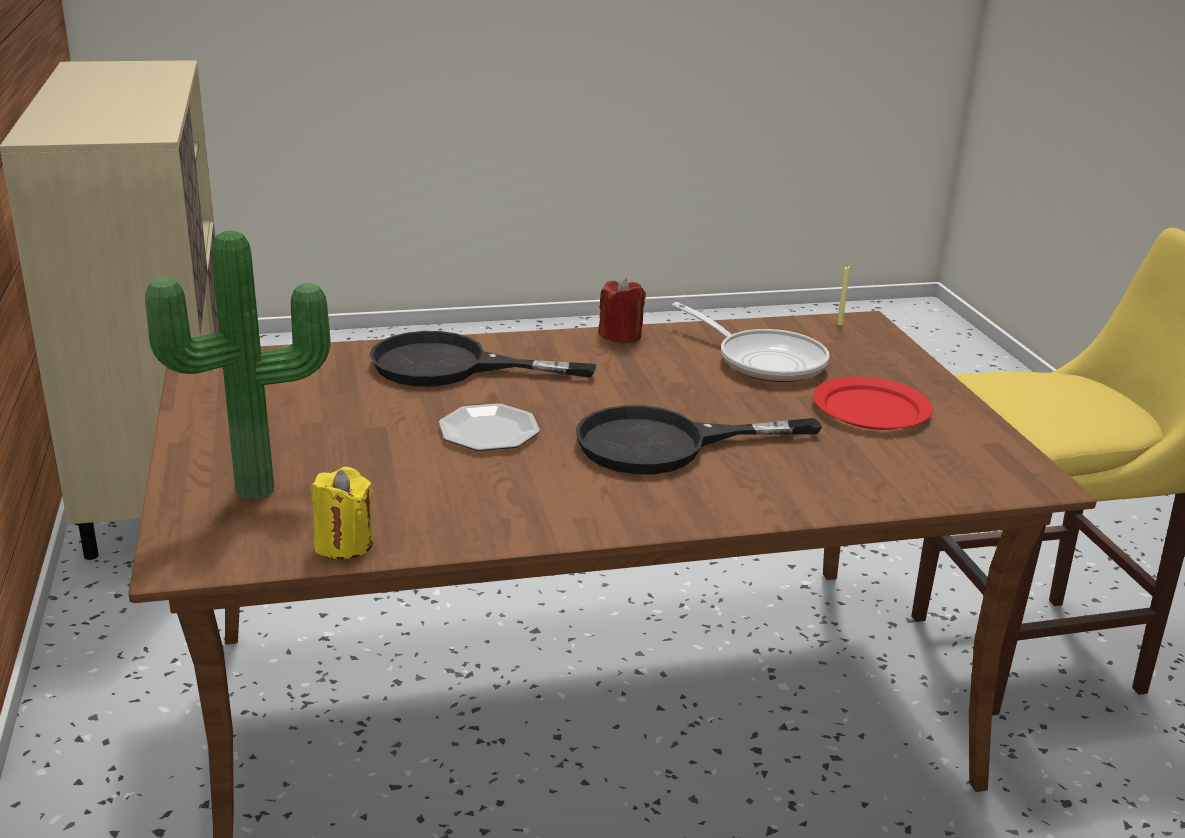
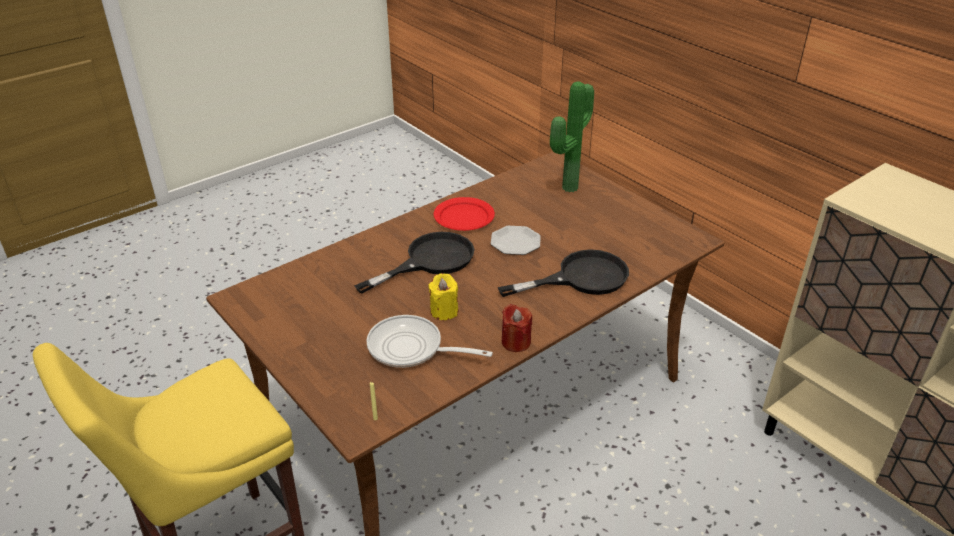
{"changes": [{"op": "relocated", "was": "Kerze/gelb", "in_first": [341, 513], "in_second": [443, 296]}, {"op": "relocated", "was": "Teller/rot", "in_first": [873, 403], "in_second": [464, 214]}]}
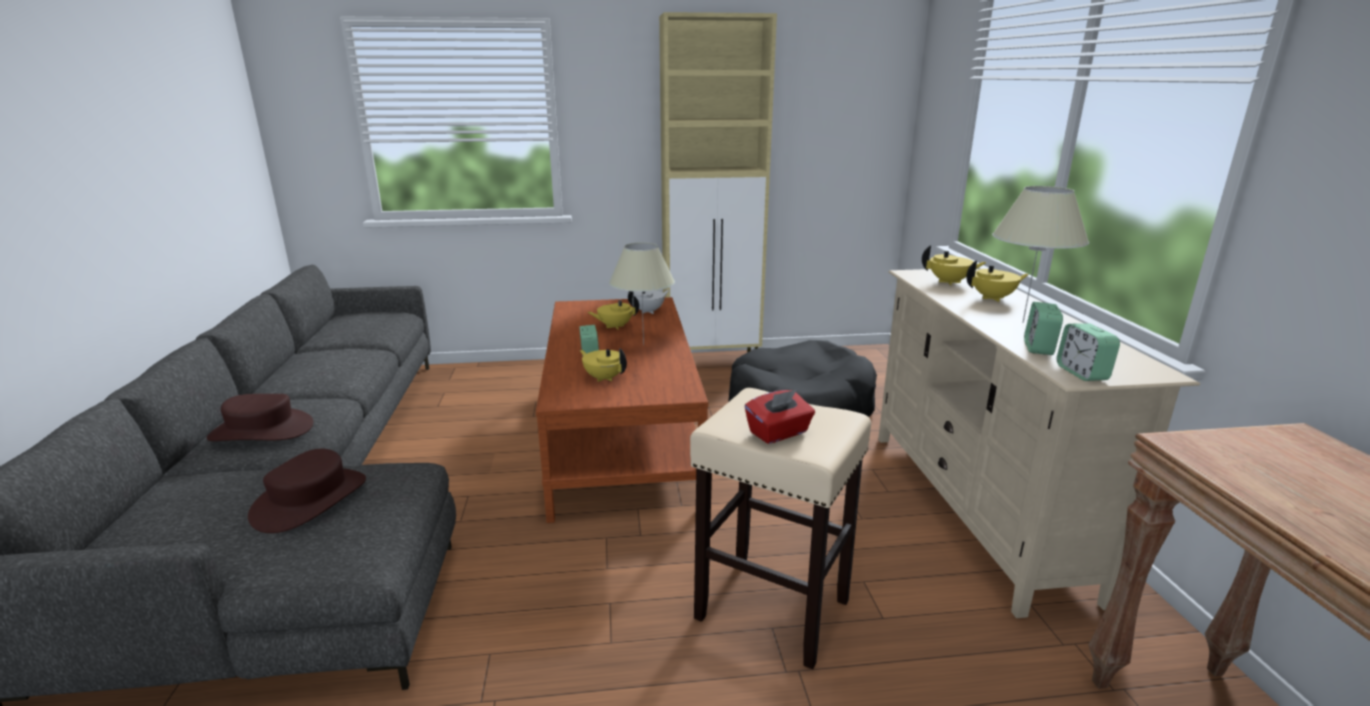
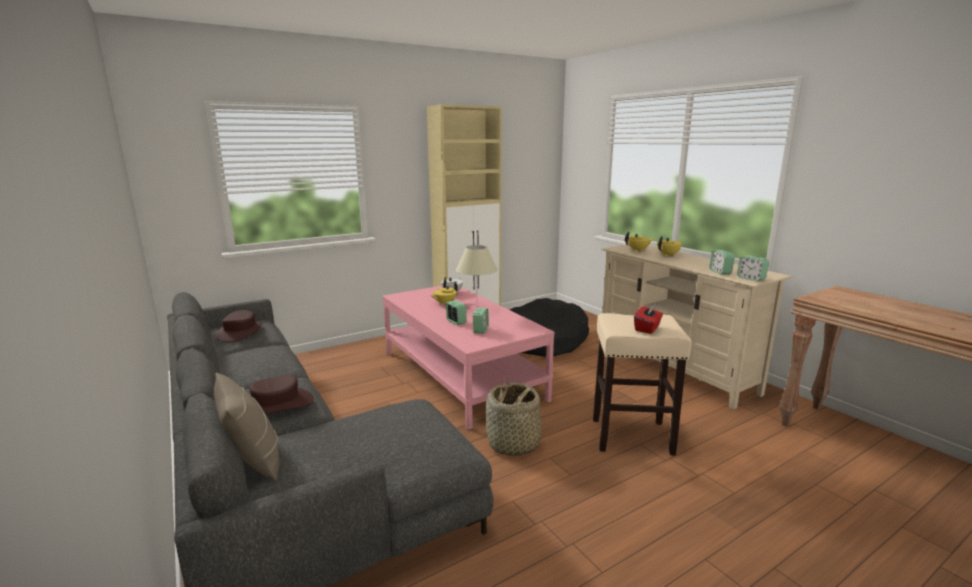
{"changes": [{"op": "missing", "was": "Tischlampe/beige", "in_first": [1040, 254]}, {"op": "appeared", "now": "Kissen/beige", "in_second": [246, 426]}, {"op": "appeared", "now": "Korb", "in_second": [513, 418]}, {"op": "relocated", "was": "Hut/braun", "in_first": [307, 491], "in_second": [239, 326]}, {"op": "exchanged", "was": "Teekanne/gelb", "now": "Wecker", "in_first": [603, 365], "in_second": [481, 321]}, {"op": "colour", "was": "Couchtisch/braun", "now": "Couchtisch/rosa", "in_first": [622, 410], "in_second": [469, 358]}]}
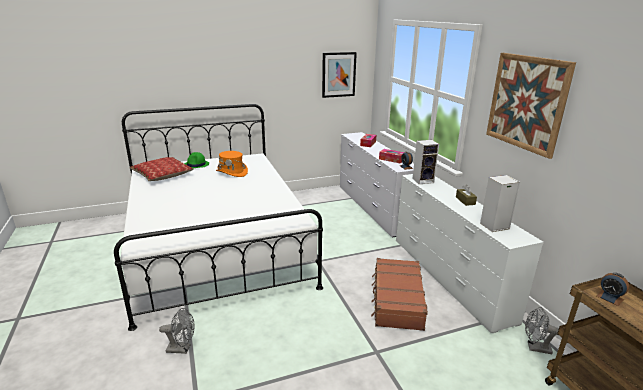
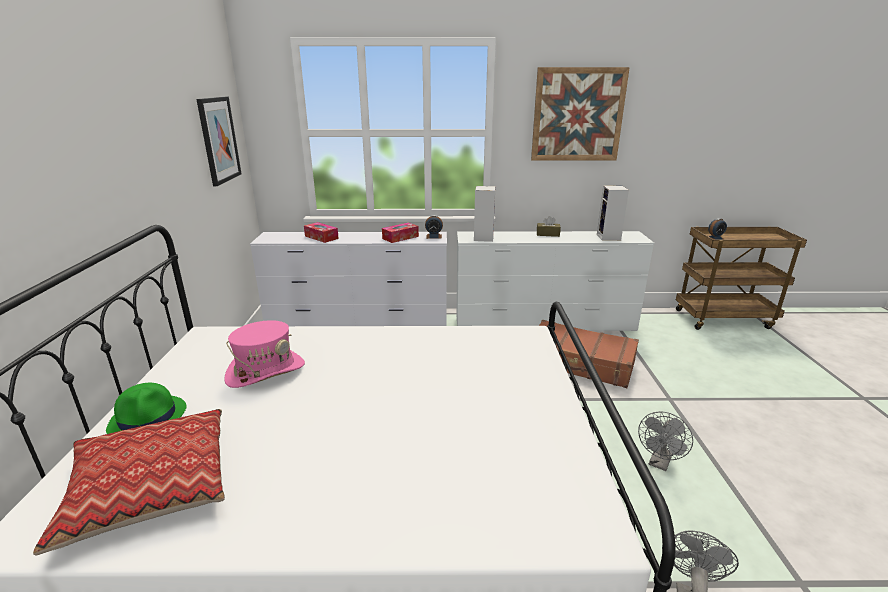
{"changes": [{"op": "relocated", "was": "Ventilator/grau", "in_first": [542, 330], "in_second": [665, 441]}, {"op": "colour", "was": "Hut/orange", "now": "Hut/rosa", "in_first": [232, 164], "in_second": [264, 354]}]}
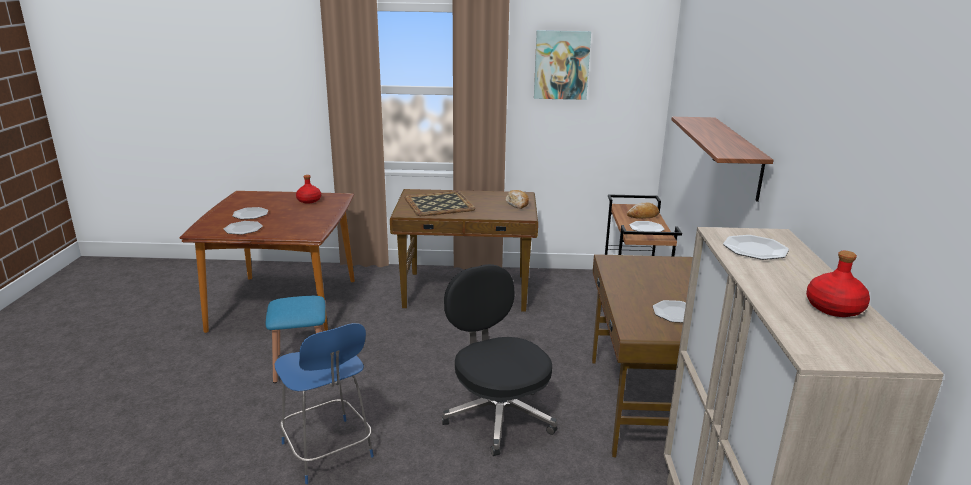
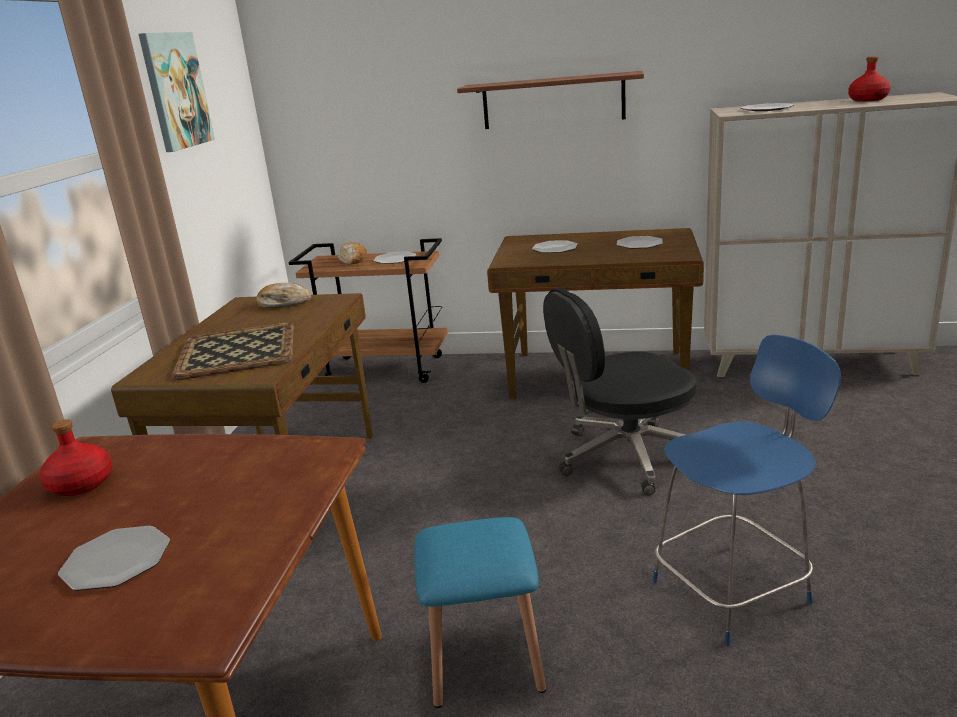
{"changes": [{"op": "relocated", "was": "Teller", "in_first": [243, 228], "in_second": [555, 246]}]}
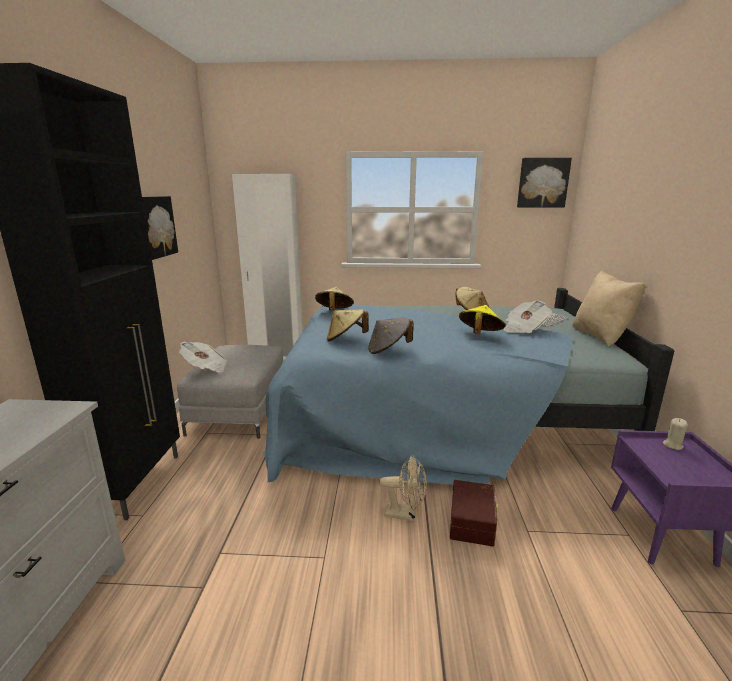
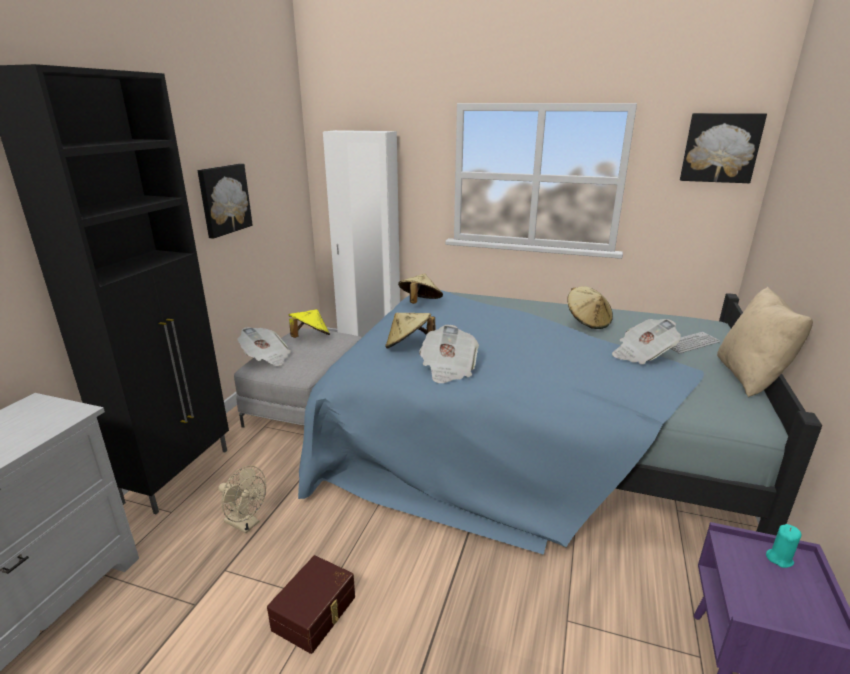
{"changes": [{"op": "relocated", "was": "Ventilator/beige", "in_first": [403, 488], "in_second": [242, 499]}, {"op": "relocated", "was": "Aufbewahrungsbox/braun", "in_first": [474, 513], "in_second": [311, 604]}, {"op": "relocated", "was": "Hut/gelb", "in_first": [482, 319], "in_second": [309, 323]}, {"op": "exchanged", "was": "Hut/grau", "now": "Zeitung", "in_first": [390, 335], "in_second": [449, 354]}, {"op": "colour", "was": "Kerze/beige", "now": "Kerze/türkis", "in_first": [675, 434], "in_second": [783, 546]}]}
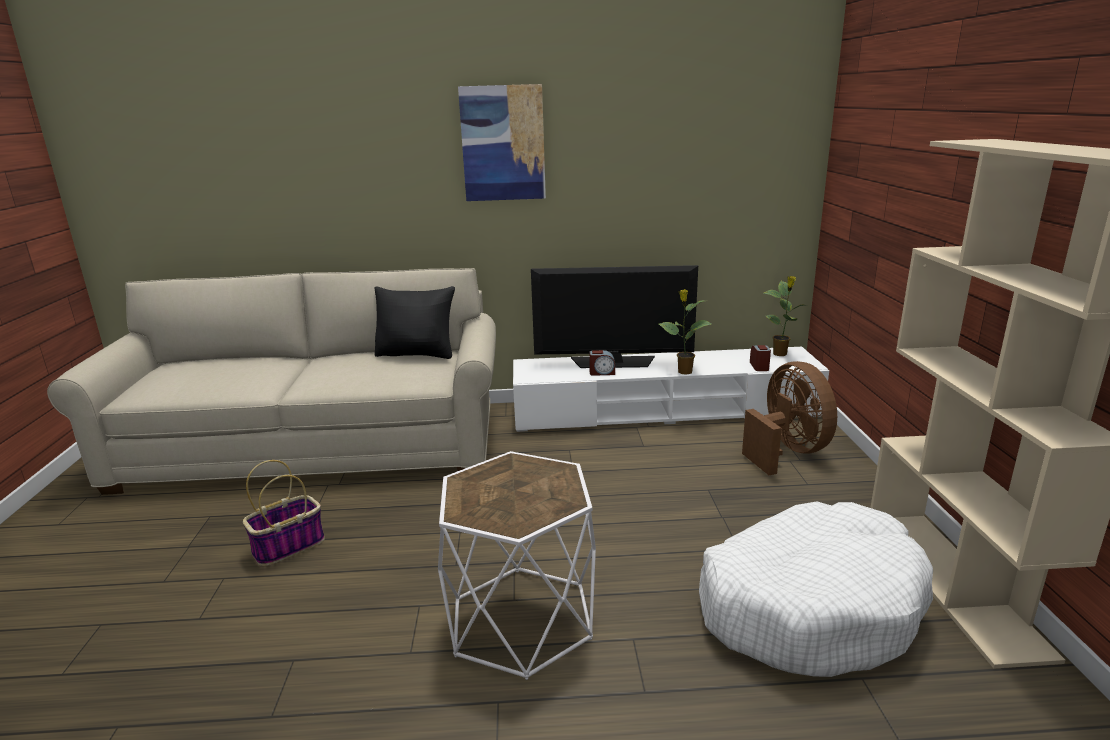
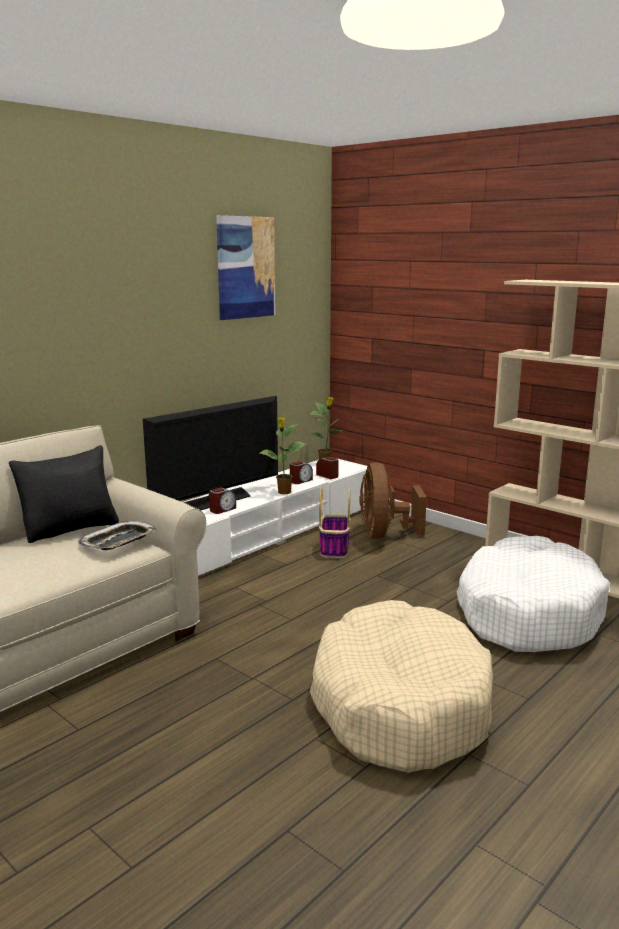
{"changes": [{"op": "appeared", "now": "Tablett", "in_second": [117, 535]}, {"op": "appeared", "now": "Wecker", "in_second": [301, 472]}, {"op": "relocated", "was": "Korb", "in_first": [284, 513], "in_second": [335, 523]}, {"op": "relocated", "was": "Bild", "in_first": [502, 142], "in_second": [245, 267]}, {"op": "exchanged", "was": "Beistelltisch/weiß", "now": "Hundebett/beige", "in_first": [517, 565], "in_second": [401, 686]}, {"op": "spun", "was": "Ventilator/braun", "in_first": [789, 418], "in_second": [393, 501], "clockwise": -120}]}
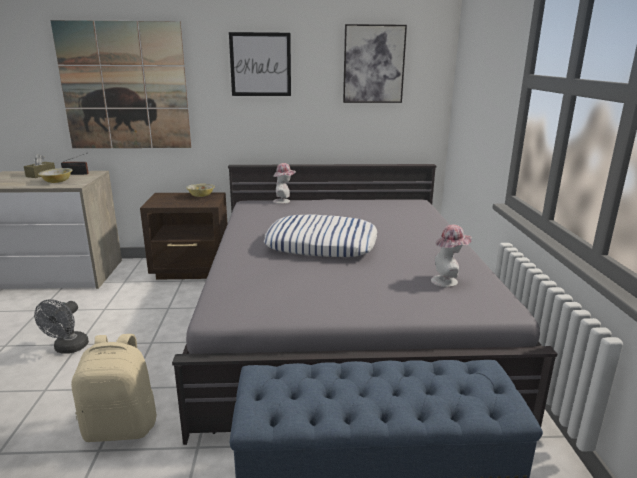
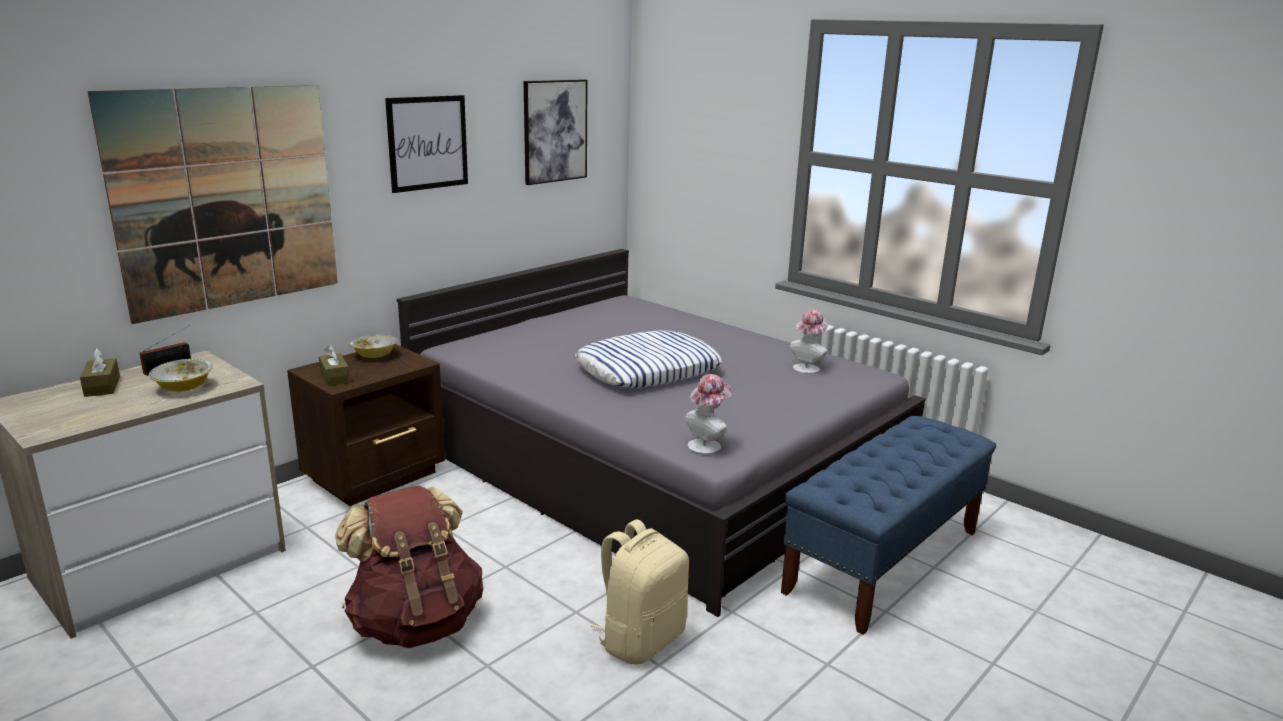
{"changes": [{"op": "appeared", "now": "Taschentuchbox/braun", "in_second": [334, 365]}, {"op": "relocated", "was": "Hut", "in_first": [284, 183], "in_second": [708, 414]}, {"op": "exchanged", "was": "Ventilator/grau", "now": "Rucksack/braun", "in_first": [61, 326], "in_second": [409, 567]}]}
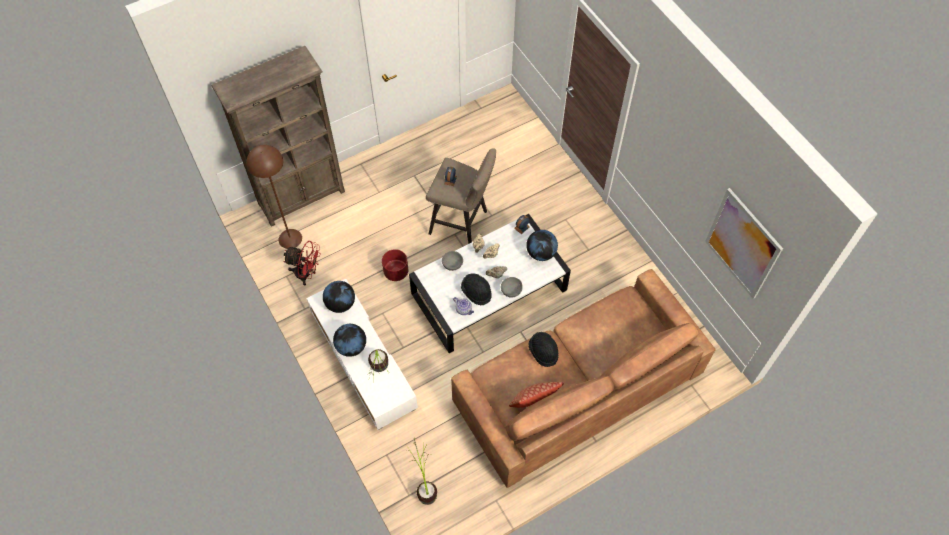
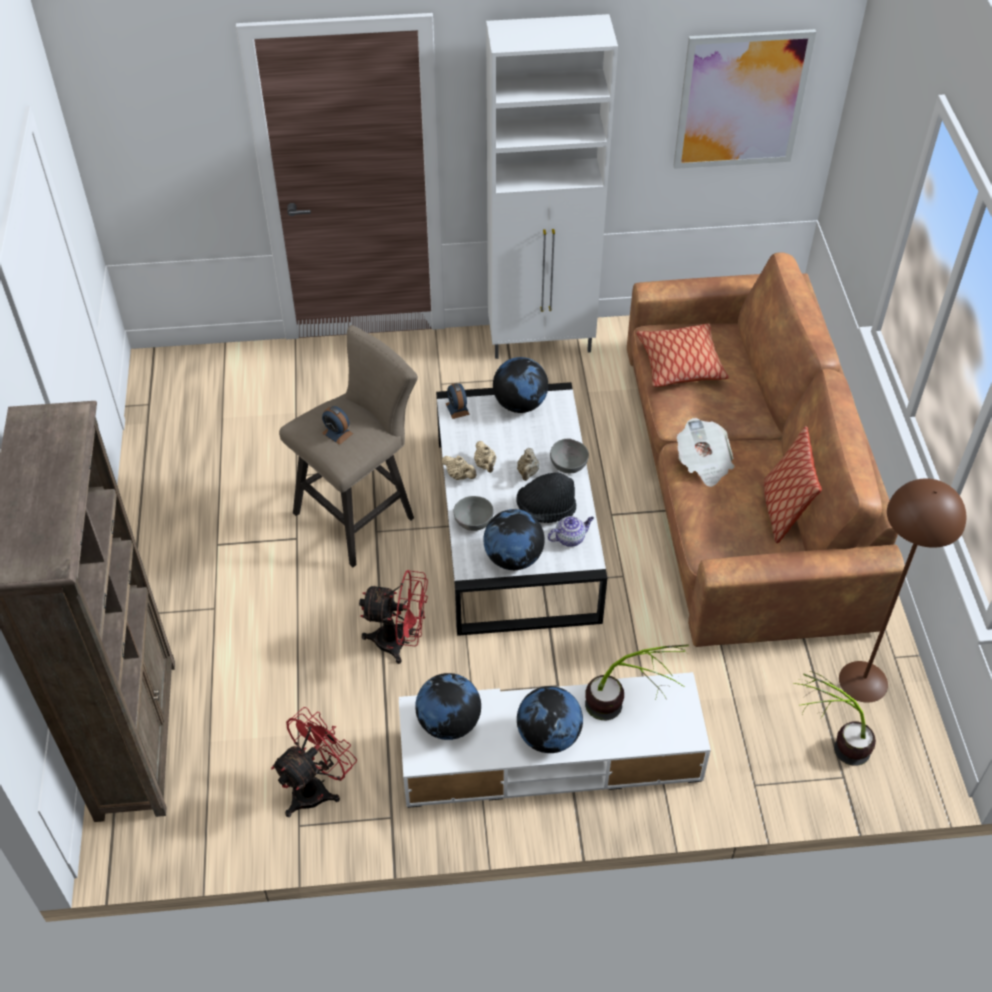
{"changes": [{"op": "appeared", "now": "Globus", "in_second": [514, 539]}, {"op": "appeared", "now": "Schrank/weiß", "in_second": [552, 186]}, {"op": "appeared", "now": "Kissen", "in_second": [682, 355]}, {"op": "relocated", "was": "Stehlampe/braun", "in_first": [274, 197], "in_second": [902, 590]}, {"op": "exchanged", "was": "Pflanzkübel/rot", "now": "Ventilator/rot", "in_first": [395, 265], "in_second": [393, 617]}, {"op": "exchanged", "was": "Hut/schwarz", "now": "Zeitung", "in_first": [543, 349], "in_second": [705, 452]}]}
